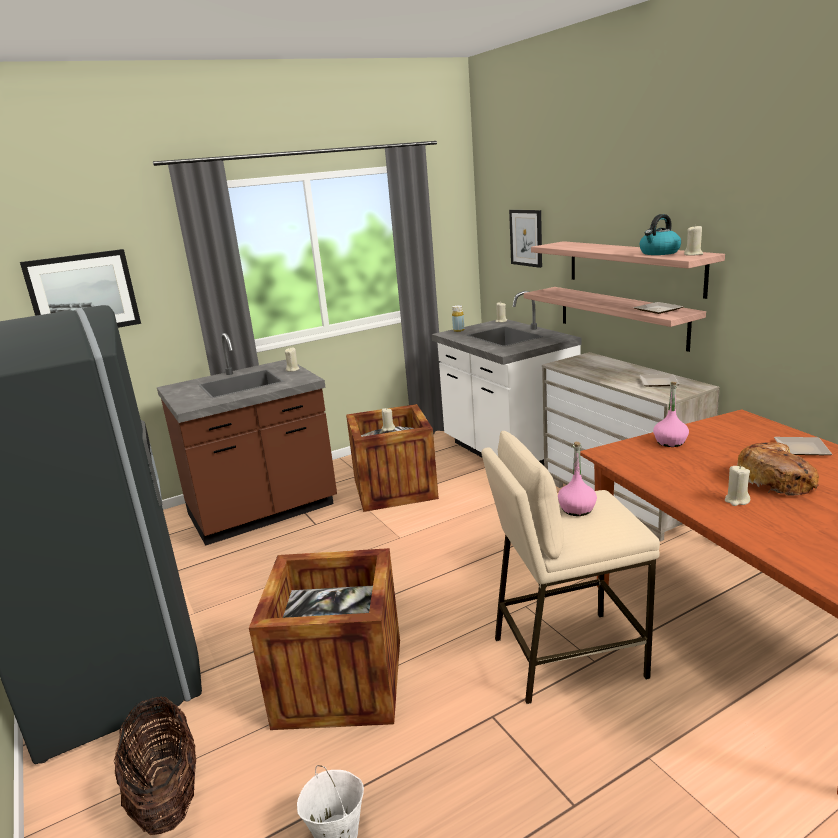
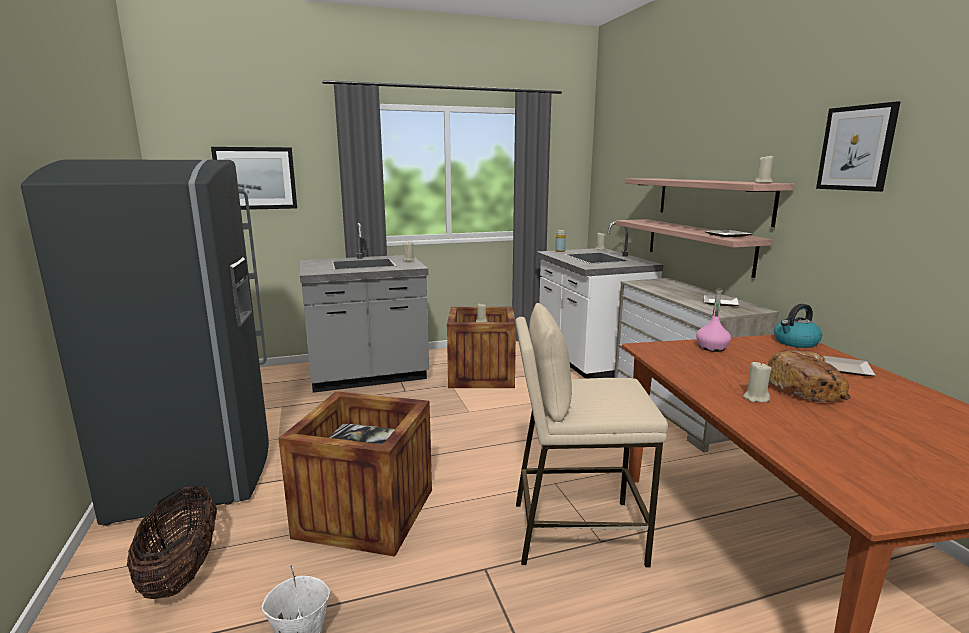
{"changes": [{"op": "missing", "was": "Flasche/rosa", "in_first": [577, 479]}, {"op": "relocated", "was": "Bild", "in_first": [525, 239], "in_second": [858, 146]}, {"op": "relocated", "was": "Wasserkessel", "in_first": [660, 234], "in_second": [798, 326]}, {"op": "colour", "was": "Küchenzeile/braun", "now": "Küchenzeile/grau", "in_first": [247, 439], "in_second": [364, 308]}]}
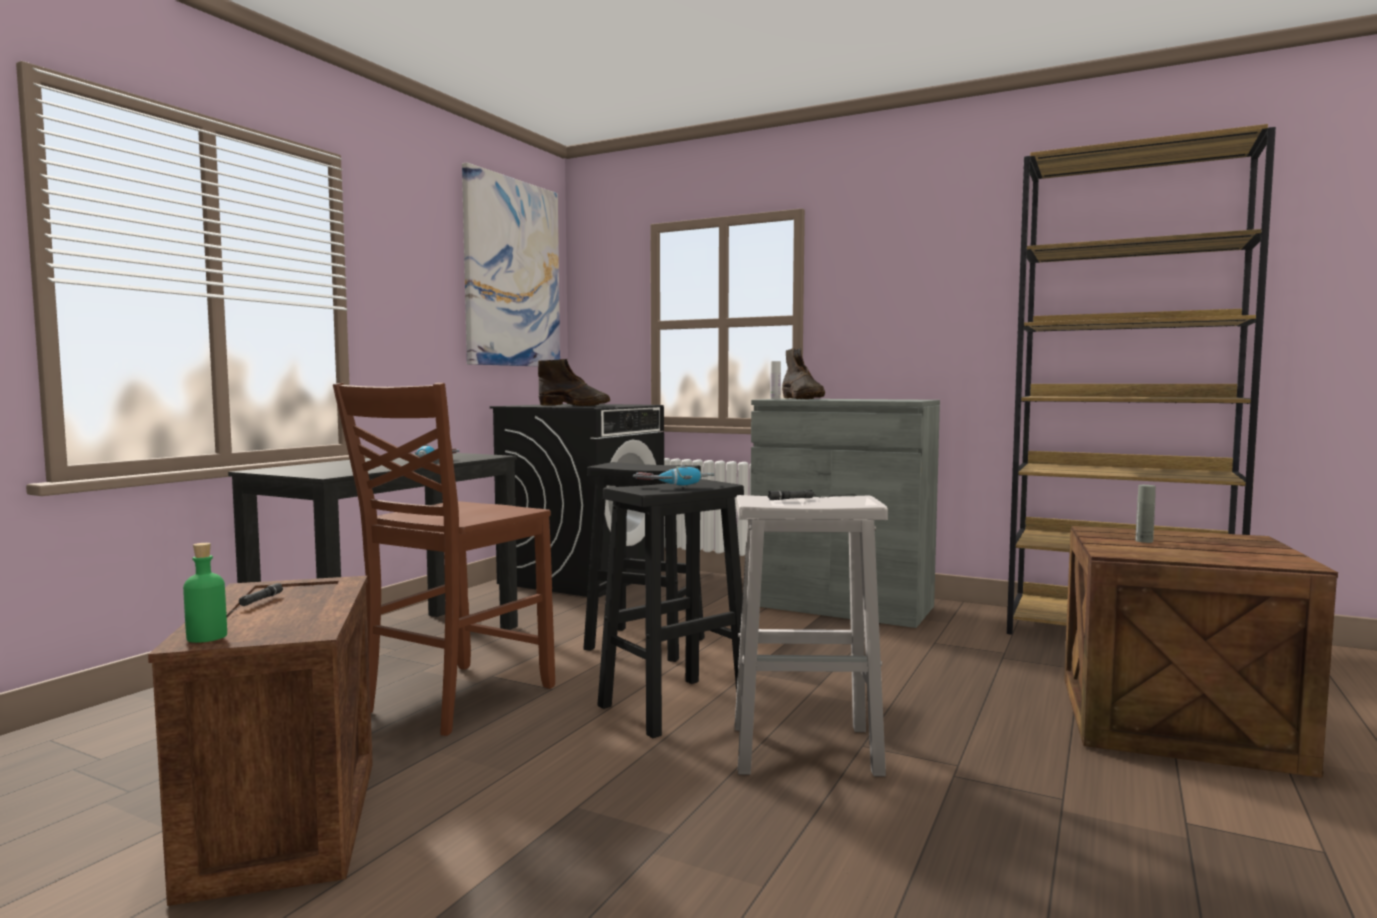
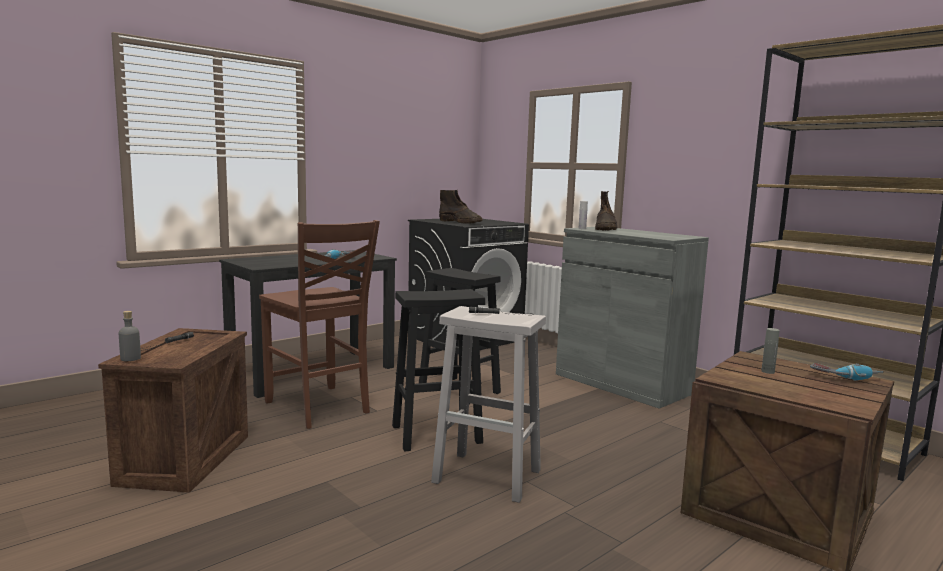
{"changes": [{"op": "missing", "was": "Bild", "in_first": [511, 264]}, {"op": "relocated", "was": "Bohrmaschine", "in_first": [674, 476], "in_second": [847, 372]}, {"op": "colour", "was": "Flasche/grün", "now": "Flasche/grau", "in_first": [205, 593], "in_second": [130, 336]}, {"op": "spun", "was": "Stuhl/braun", "in_first": [444, 559], "in_second": [319, 324], "clockwise": -90}]}
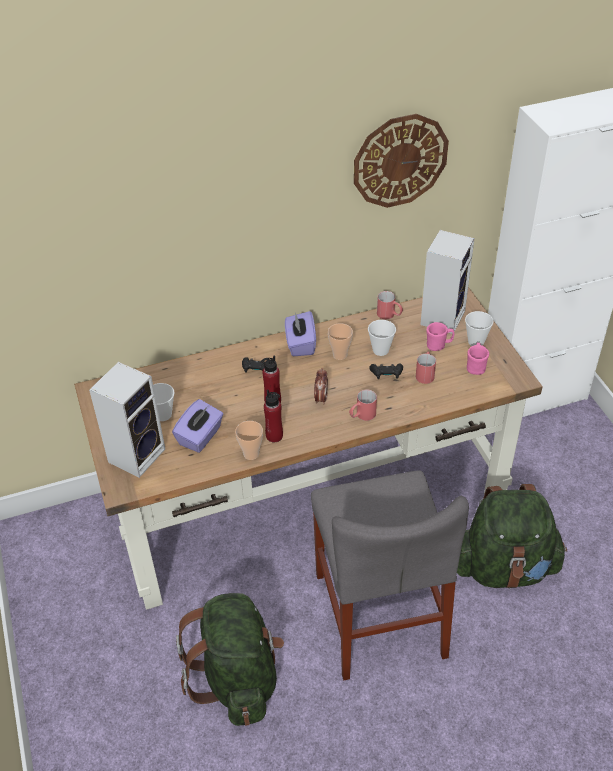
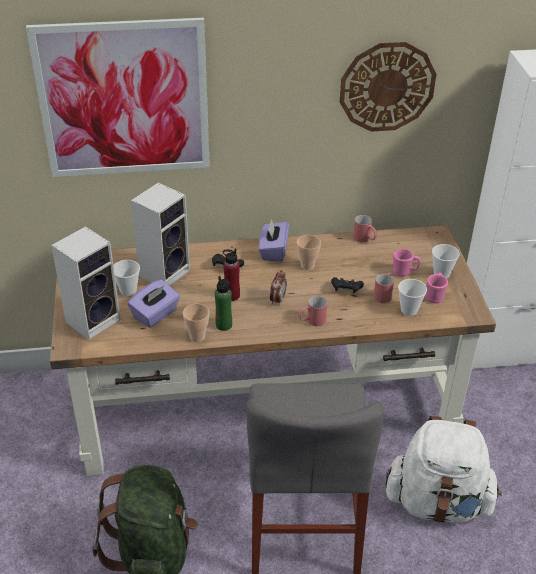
{"changes": [{"op": "appeared", "now": "Bild", "in_second": [118, 97]}, {"op": "relocated", "was": "Tasse", "in_first": [382, 338], "in_second": [412, 297]}, {"op": "relocated", "was": "Lautsprecher", "in_first": [447, 282], "in_second": [160, 234]}, {"op": "colour", "was": "Flasche/rot", "now": "Flasche/grün", "in_first": [273, 415], "in_second": [223, 303]}, {"op": "colour", "was": "Rucksack/grün", "now": "Rucksack/weiß", "in_first": [512, 536], "in_second": [444, 469]}]}
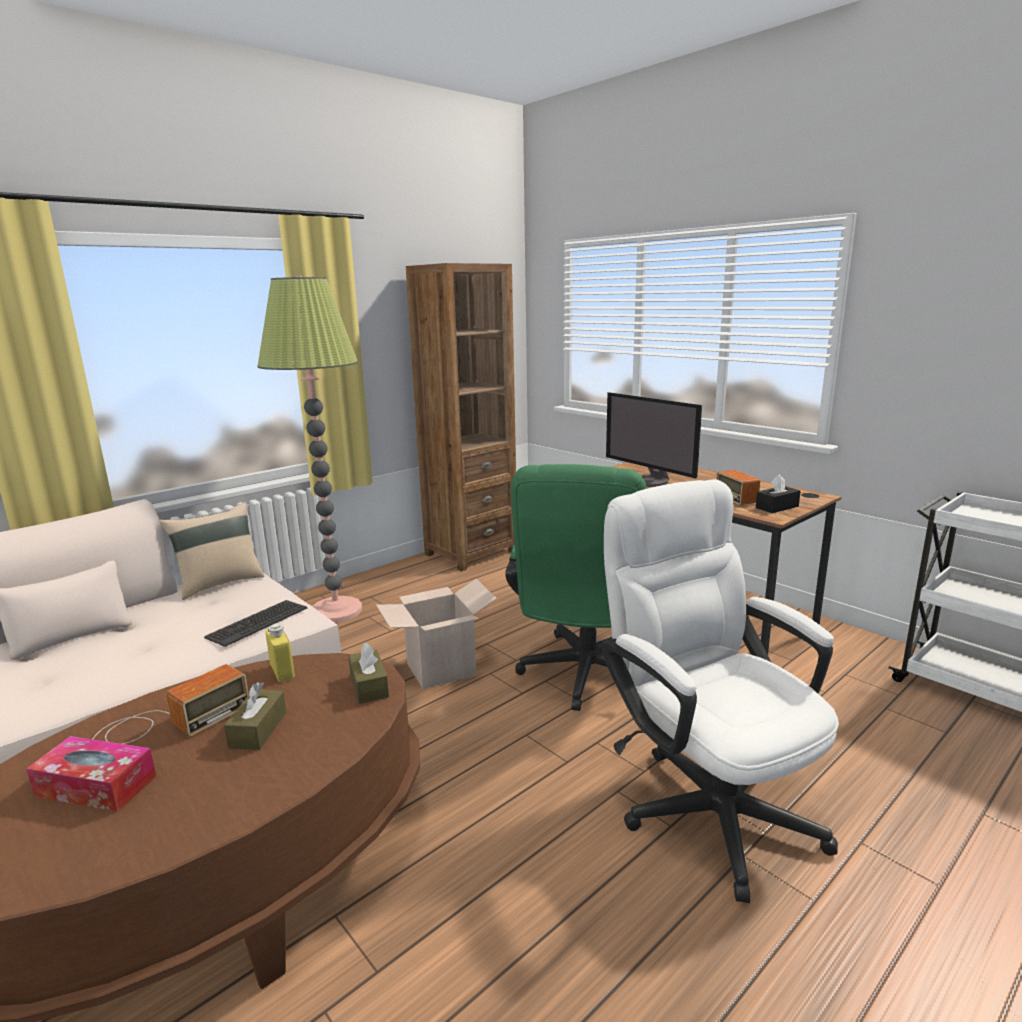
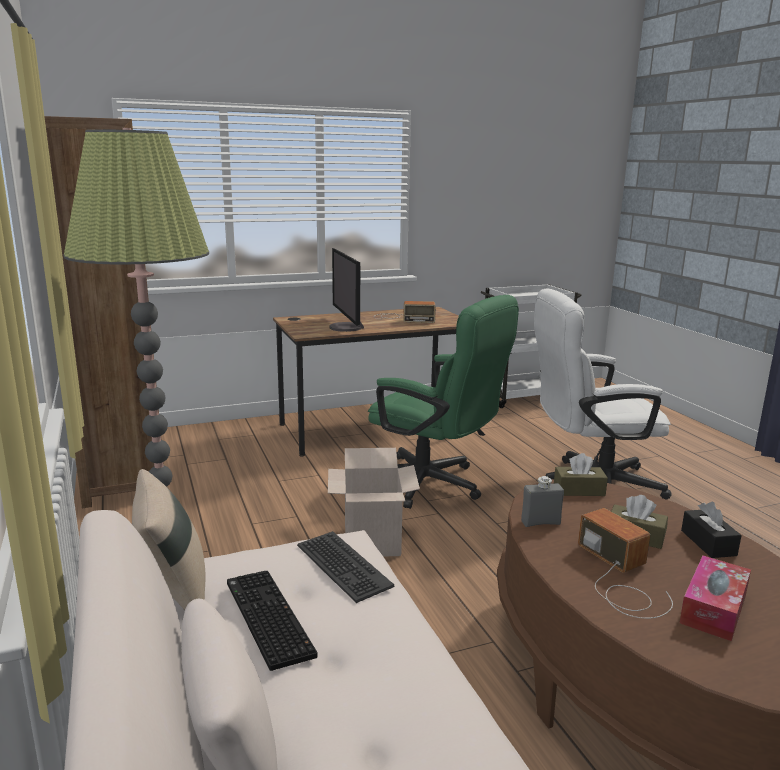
{"changes": [{"op": "appeared", "now": "Tastatur", "in_second": [272, 621]}, {"op": "relocated", "was": "Taschentuchbox/schwarz", "in_first": [778, 493], "in_second": [711, 530]}, {"op": "colour", "was": "Flasche/gelb", "now": "Flasche/grau", "in_first": [280, 652], "in_second": [542, 501]}, {"op": "spun", "was": "Monitor", "in_first": [654, 439], "in_second": [347, 290], "clockwise": 90}]}
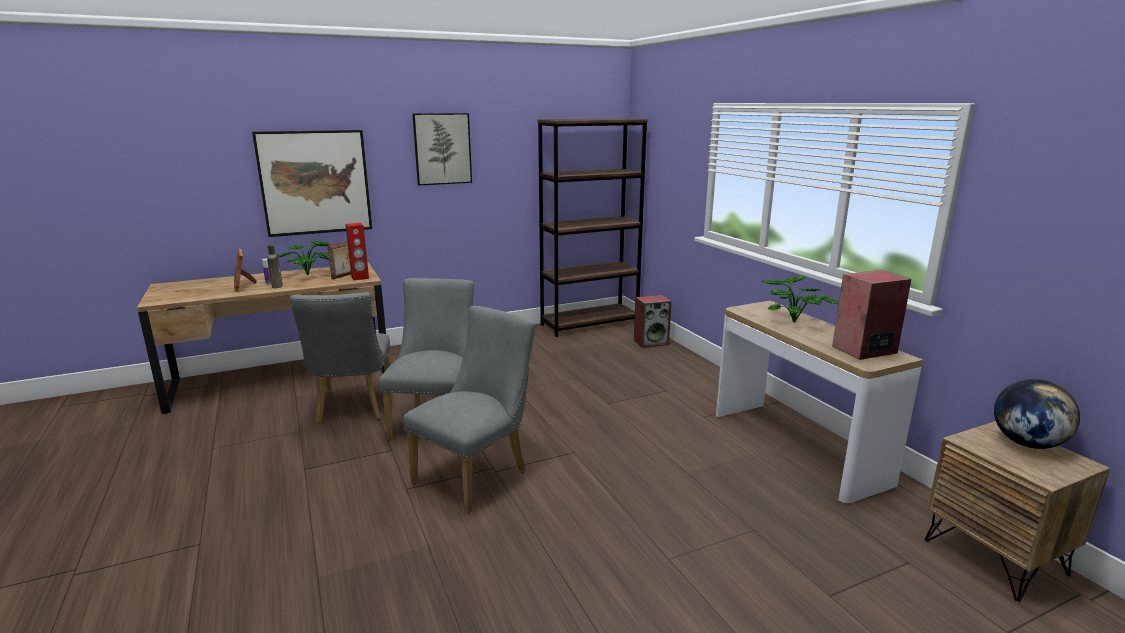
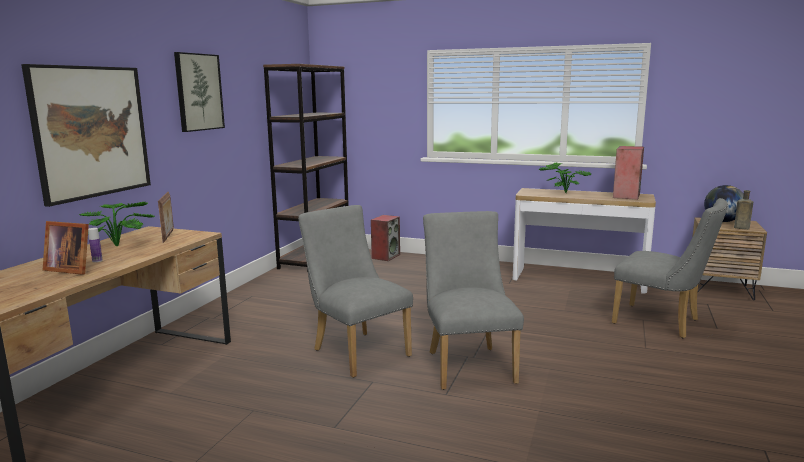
{"changes": [{"op": "missing", "was": "Lautsprecher/rot", "in_first": [357, 251]}, {"op": "relocated", "was": "Flasche/braun", "in_first": [275, 266], "in_second": [743, 210]}, {"op": "relocated", "was": "Stuhl/grau", "in_first": [340, 357], "in_second": [670, 268]}]}
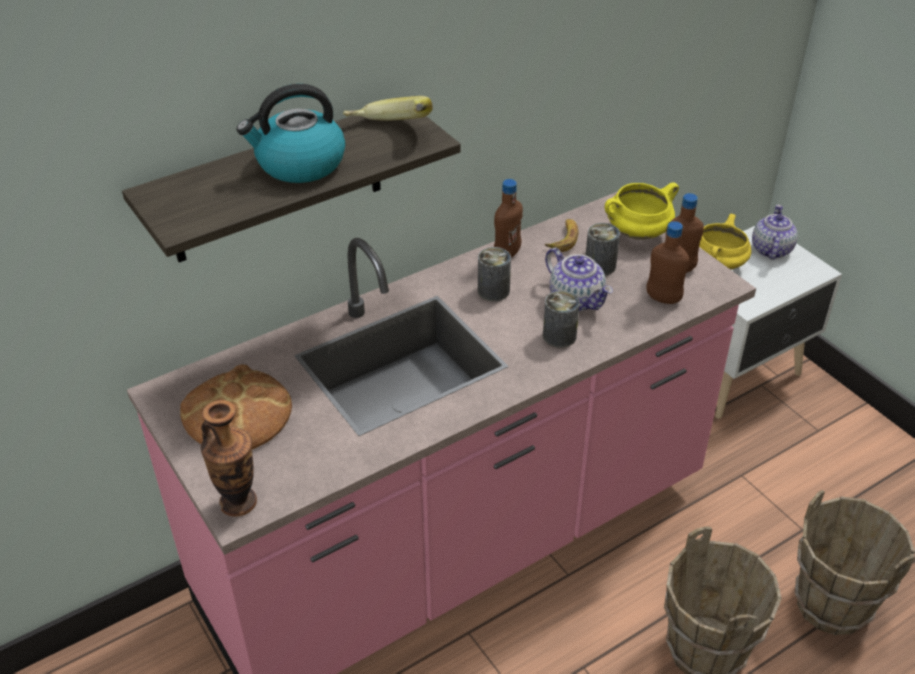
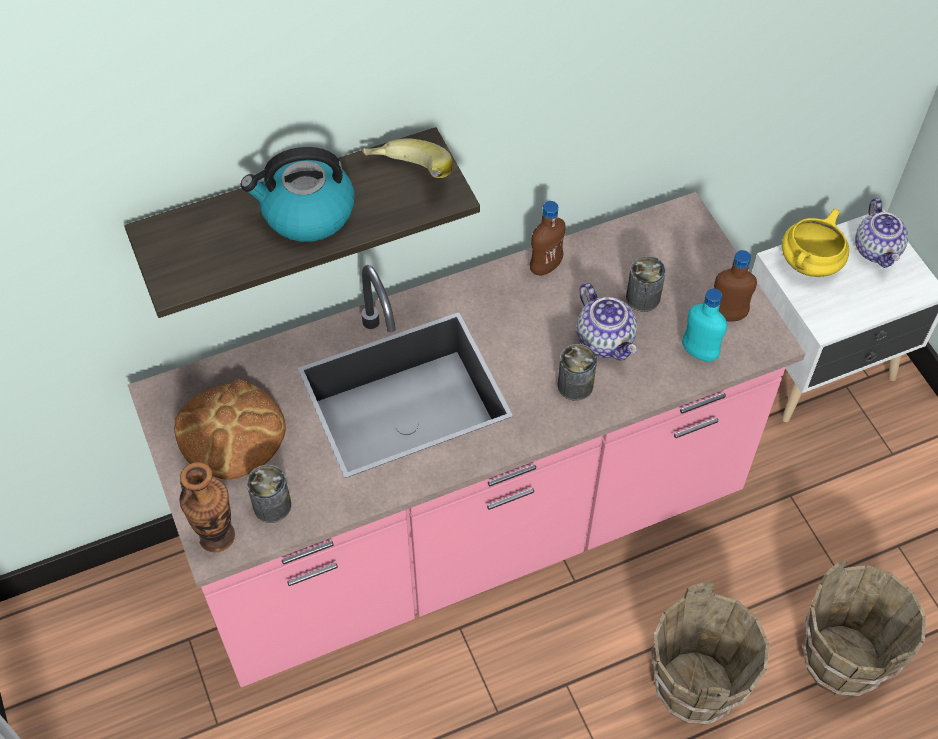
{"changes": [{"op": "missing", "was": "Banane", "in_first": [561, 235]}, {"op": "missing", "was": "Kochtopf/gelb", "in_first": [642, 211]}, {"op": "relocated", "was": "Dose", "in_first": [494, 274], "in_second": [269, 494]}, {"op": "colour", "was": "Flasche/braun", "now": "Flasche/türkis", "in_first": [667, 262], "in_second": [704, 325]}, {"op": "spun", "was": "Teekanne", "in_first": [775, 232], "in_second": [881, 233], "clockwise": 150}]}
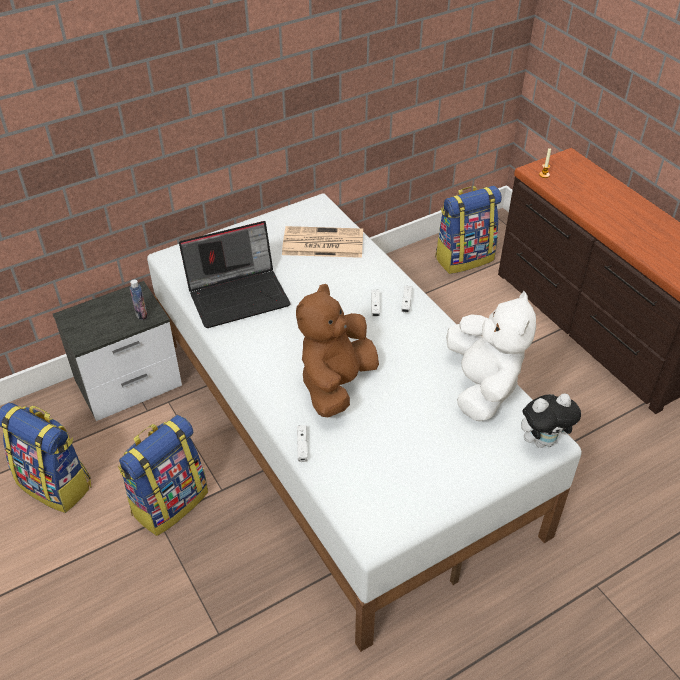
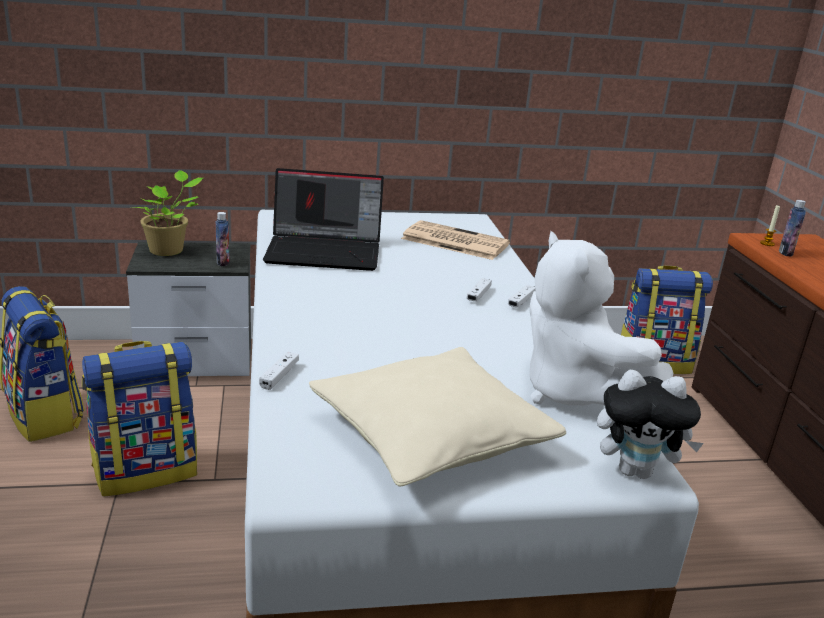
{"changes": [{"op": "missing", "was": "Plüschtier/braun", "in_first": [337, 350]}, {"op": "appeared", "now": "Topfpflanze", "in_second": [166, 213]}, {"op": "appeared", "now": "Kissen/beige", "in_second": [437, 417]}, {"op": "appeared", "now": "Flasche", "in_second": [792, 228]}, {"op": "spun", "was": "Plüschtier/weiß", "in_first": [491, 356], "in_second": [601, 318], "clockwise": 135}]}
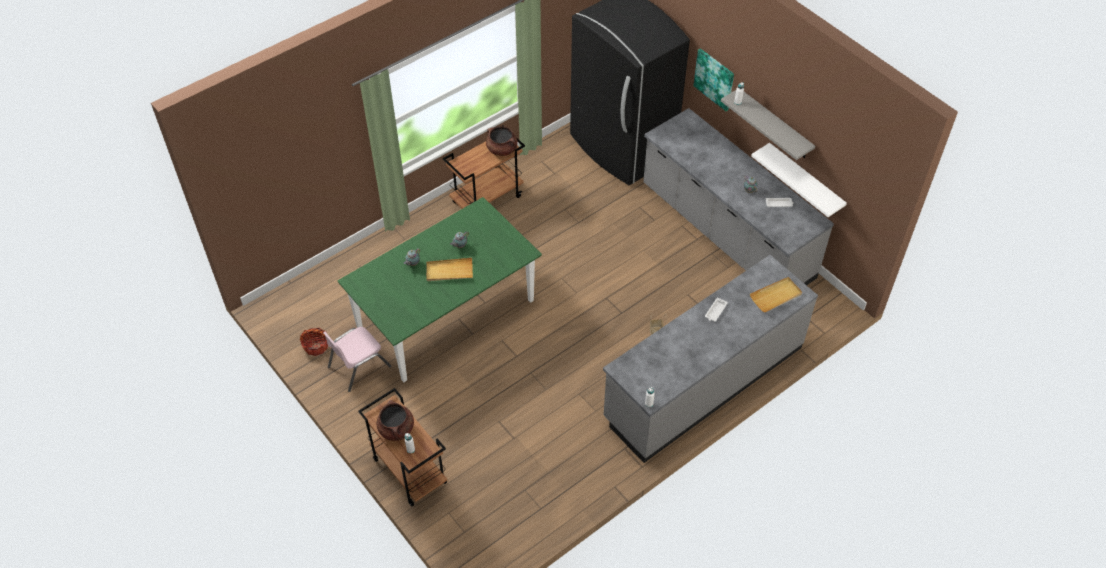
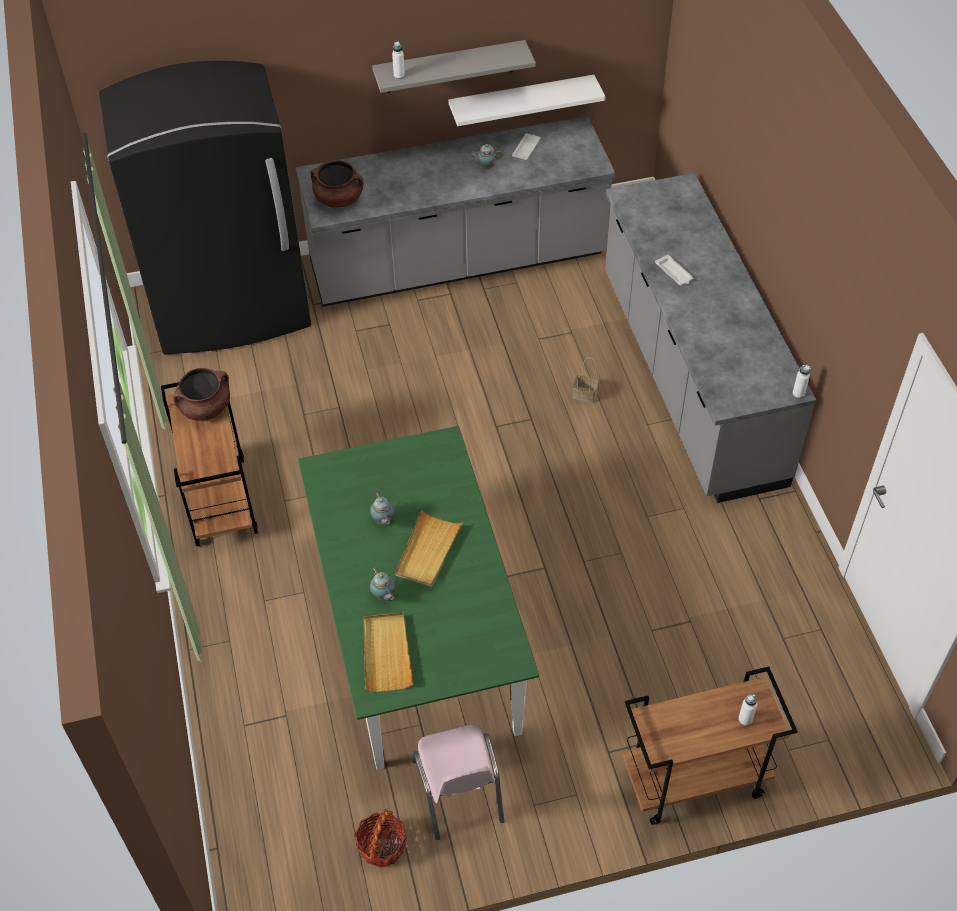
{"changes": [{"op": "missing", "was": "Bild", "in_first": [713, 79]}, {"op": "relocated", "was": "Kochtopf/braun", "in_first": [395, 420], "in_second": [337, 184]}, {"op": "relocated", "was": "Tablett/beige", "in_first": [776, 294], "in_second": [388, 652]}]}
